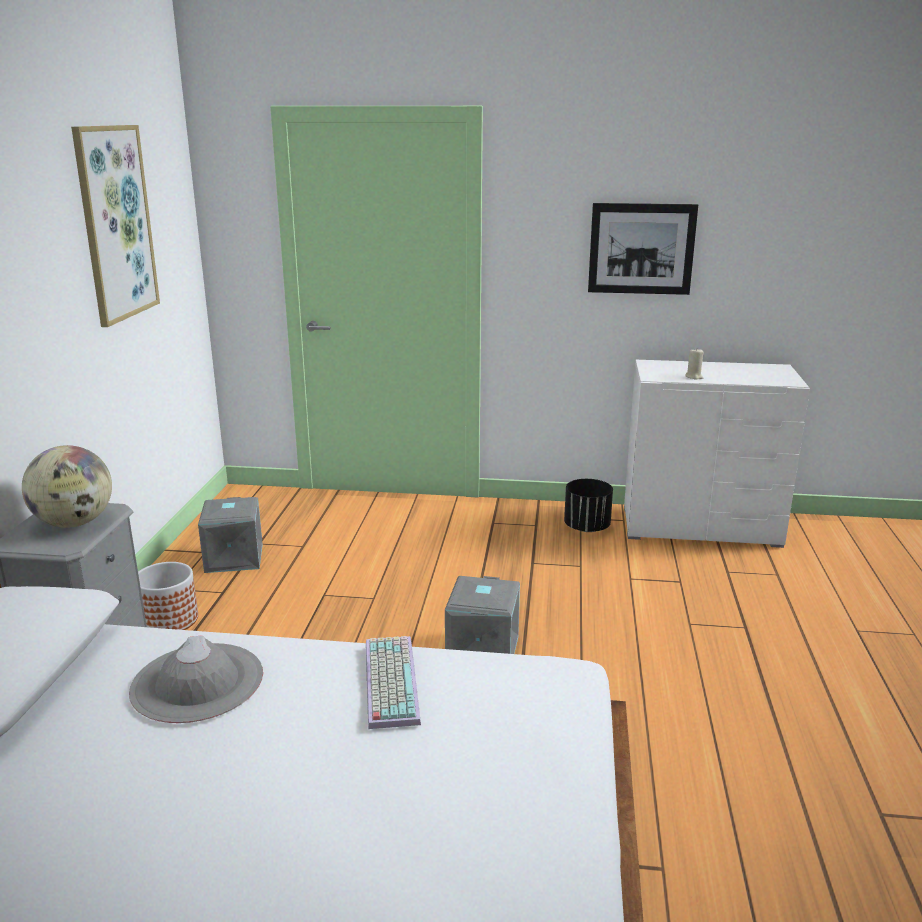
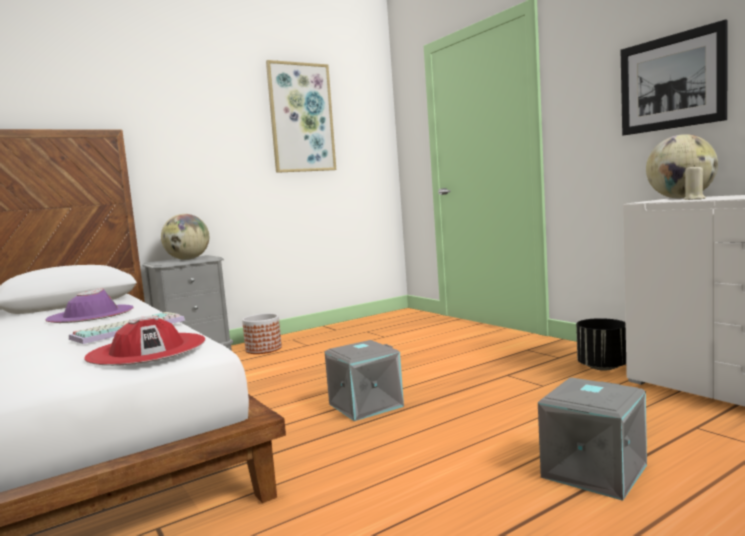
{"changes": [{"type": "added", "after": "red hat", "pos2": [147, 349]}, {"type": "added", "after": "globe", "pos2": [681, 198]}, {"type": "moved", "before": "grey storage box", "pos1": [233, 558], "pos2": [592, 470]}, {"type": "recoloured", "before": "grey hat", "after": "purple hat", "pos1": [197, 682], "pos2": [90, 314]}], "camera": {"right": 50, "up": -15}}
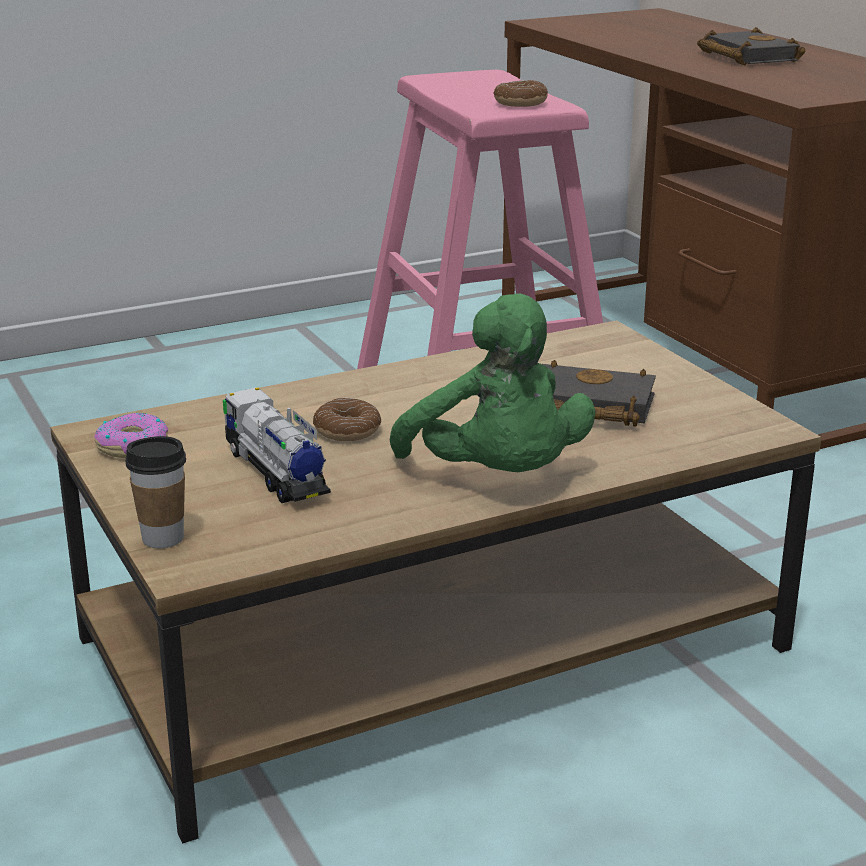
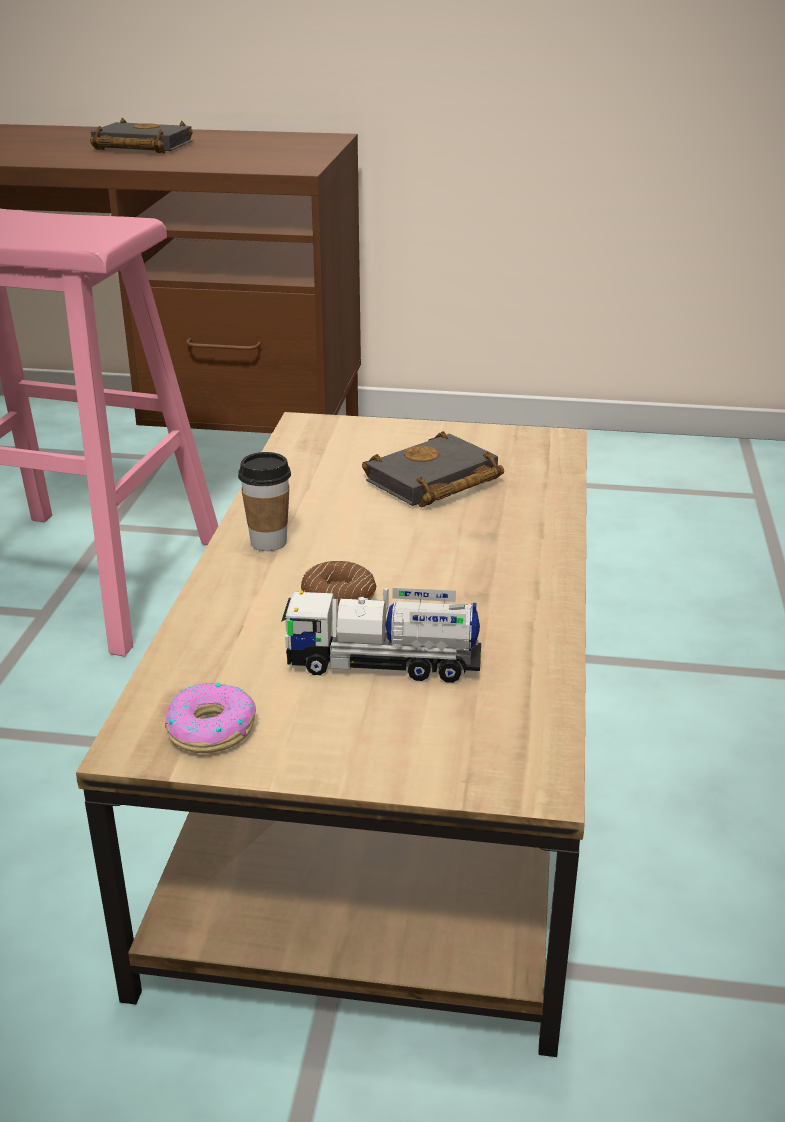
{"changes": [{"type": "removed", "before": "green plush toy", "pos1": [497, 477]}, {"type": "removed", "before": "donut", "pos1": [520, 103]}, {"type": "moved", "before": "cup", "pos1": [163, 538], "pos2": [268, 542]}], "camera": {"right": -55, "up": 5}}
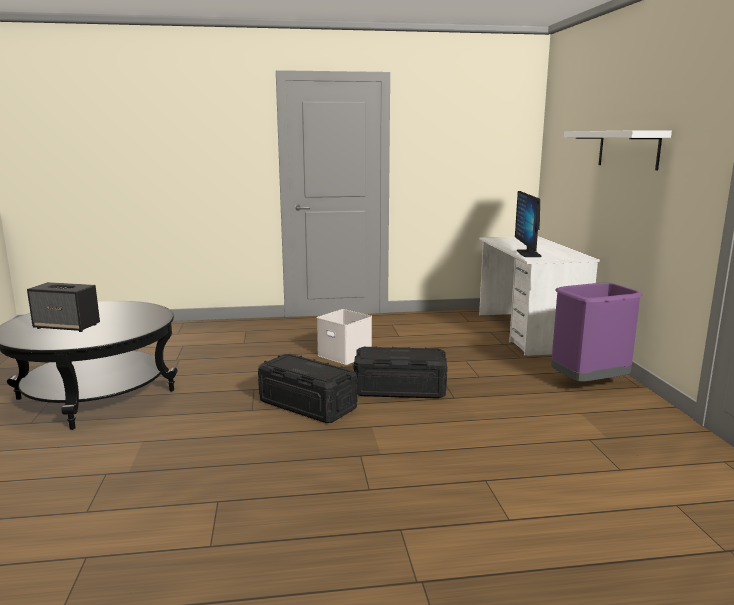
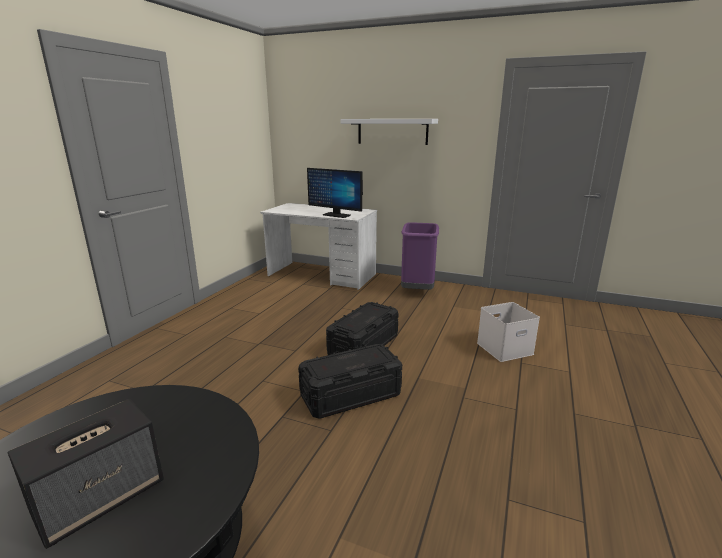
{"changes": [{"type": "moved", "before": "white storage box", "pos1": [346, 354], "pos2": [505, 348]}], "camera": {"right": -60, "up": 5}}
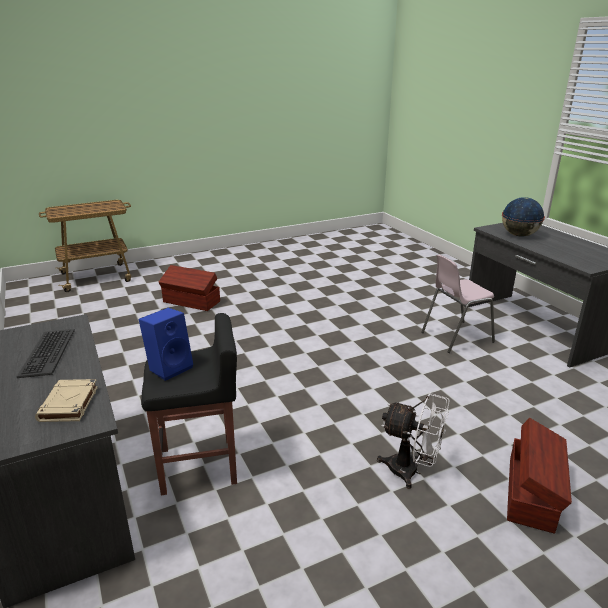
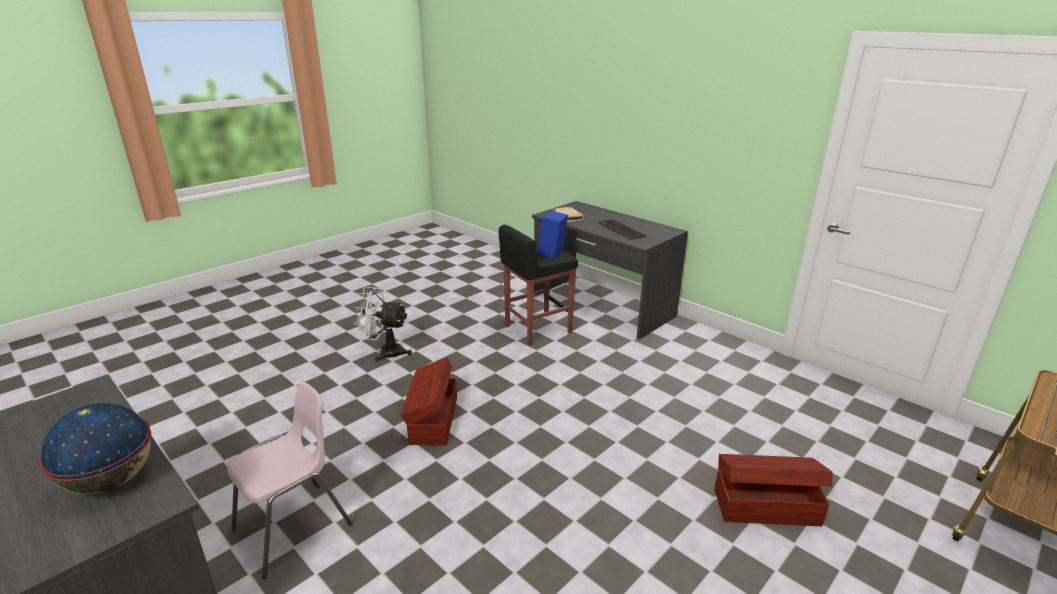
{"changes": [{"type": "moved", "before": "brown storage box", "pos1": [532, 493], "pos2": [432, 420]}], "camera": {"right": 160, "up": 0}}
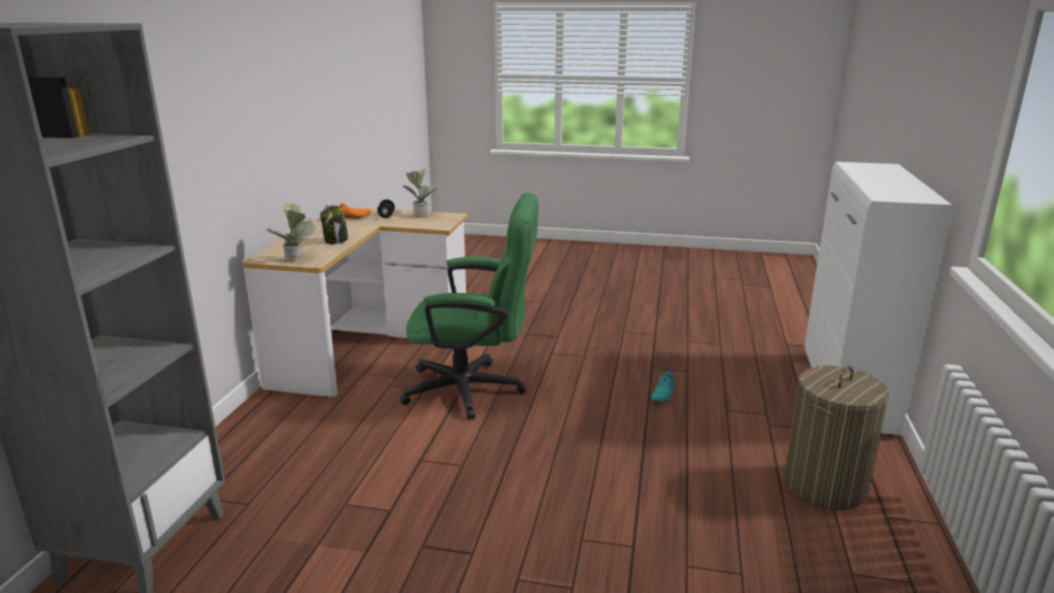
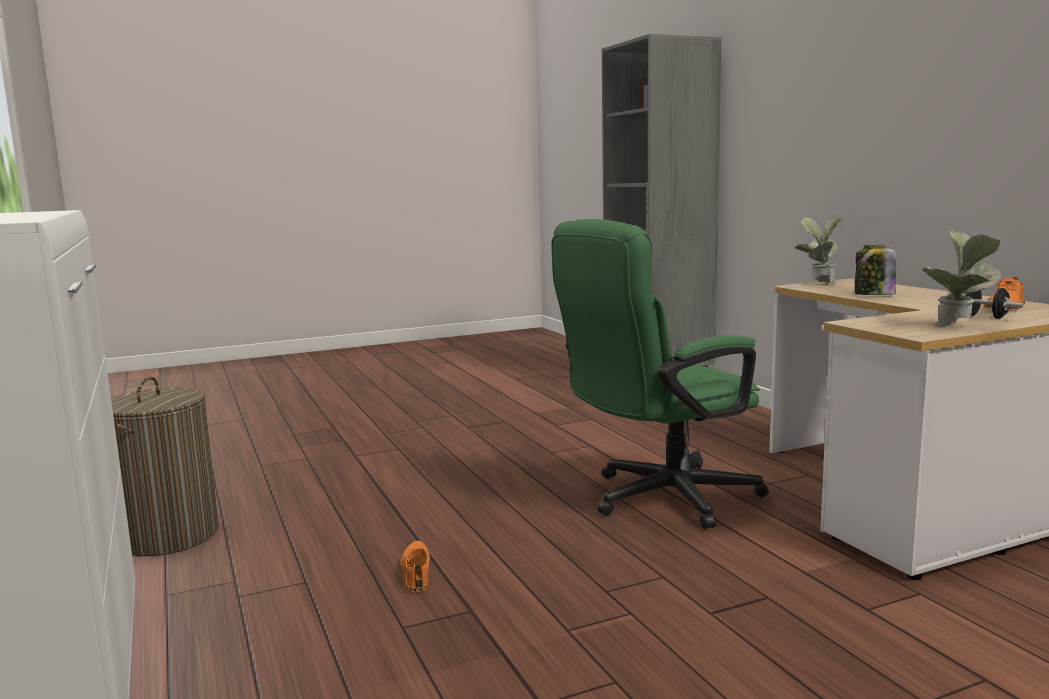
{"changes": [{"type": "recoloured", "before": "turquoise shoe", "after": "orange shoe", "pos1": [662, 394], "pos2": [417, 572]}], "camera": {"right": 145, "up": -10}}
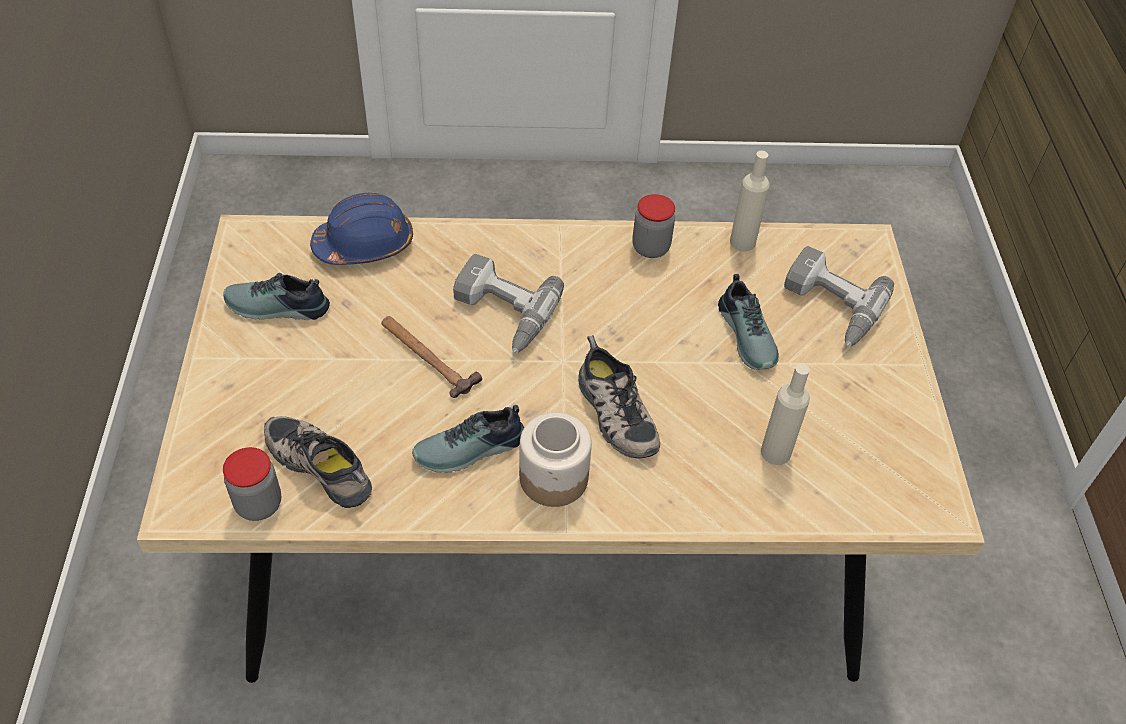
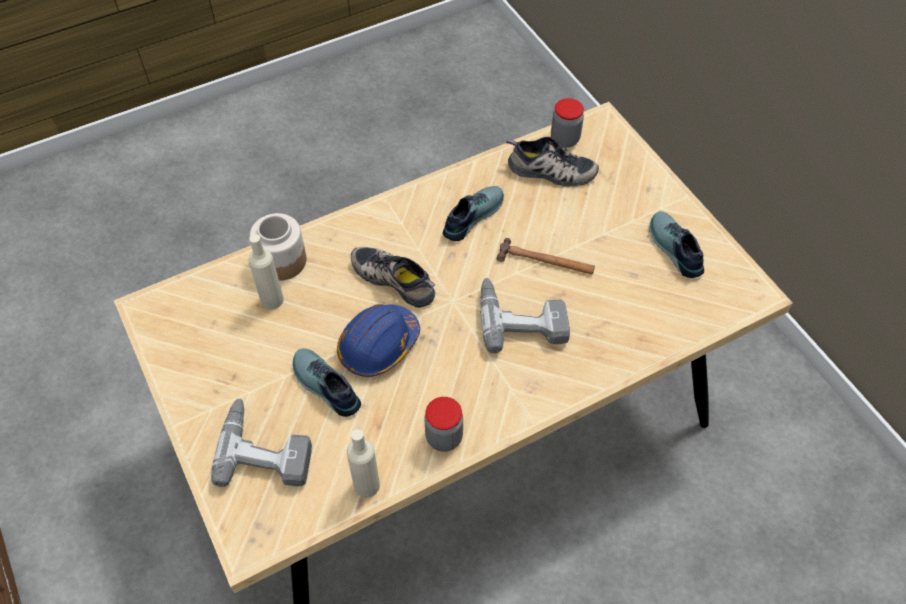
{"changes": [{"type": "moved", "before": "blue hard hat", "pos1": [365, 244], "pos2": [378, 346]}, {"type": "moved", "before": "jar", "pos1": [554, 477], "pos2": [281, 261]}, {"type": "turned", "before": "shoe", "pos1": [277, 308], "pos2": [673, 249], "turn": -90}], "camera": {"right": 155, "up": 5}}
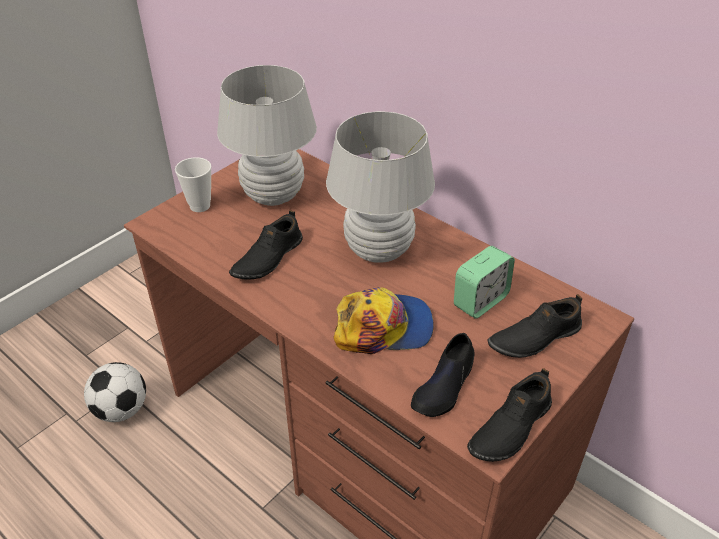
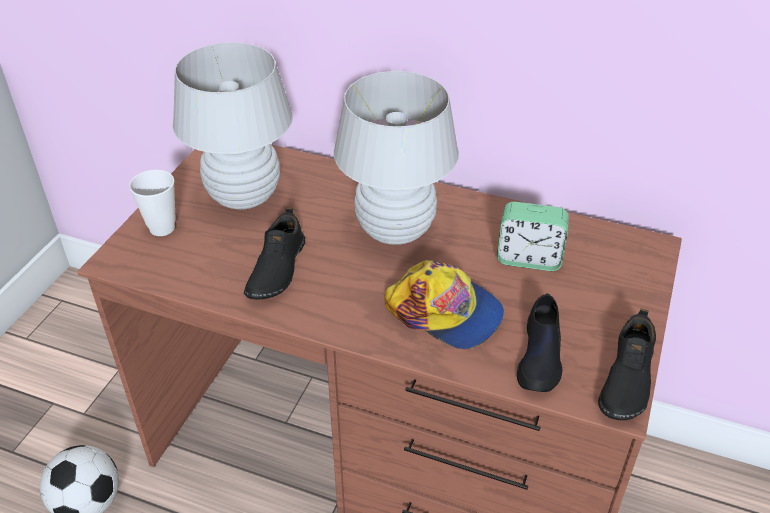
{"changes": [{"type": "removed", "before": "black shoe", "pos1": [534, 337]}, {"type": "turned", "before": "cap", "pos1": [383, 327], "pos2": [445, 312], "turn": 60}, {"type": "turned", "before": "alarm clock", "pos1": [480, 301], "pos2": [529, 258], "turn": 75}], "camera": {"right": -20, "up": 0}}
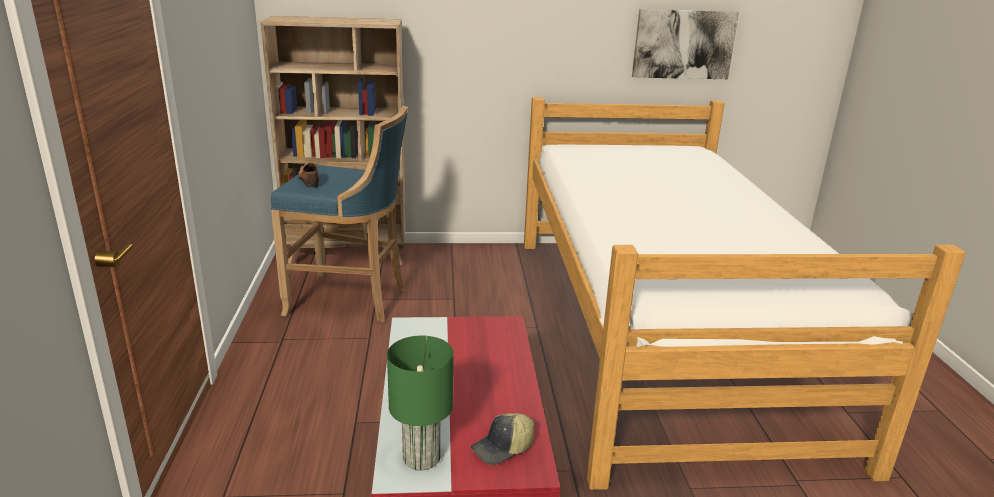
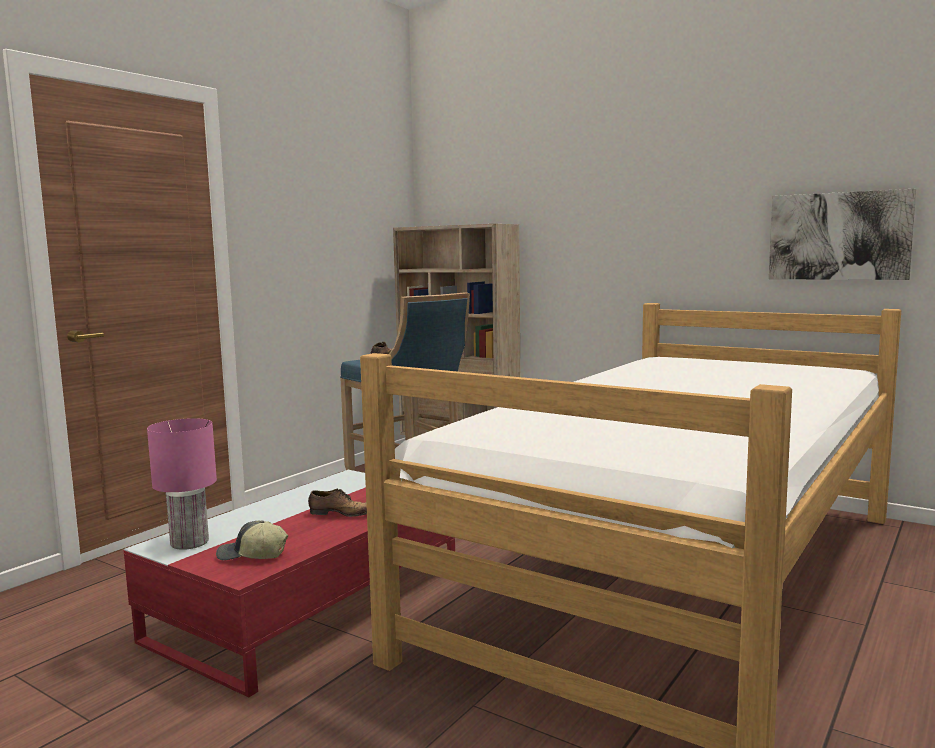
{"changes": [{"type": "added", "after": "shoe", "pos2": [342, 514]}, {"type": "recoloured", "before": "green table lamp", "after": "pink table lamp", "pos1": [420, 458], "pos2": [188, 542]}], "camera": {"right": 40, "up": -15}}
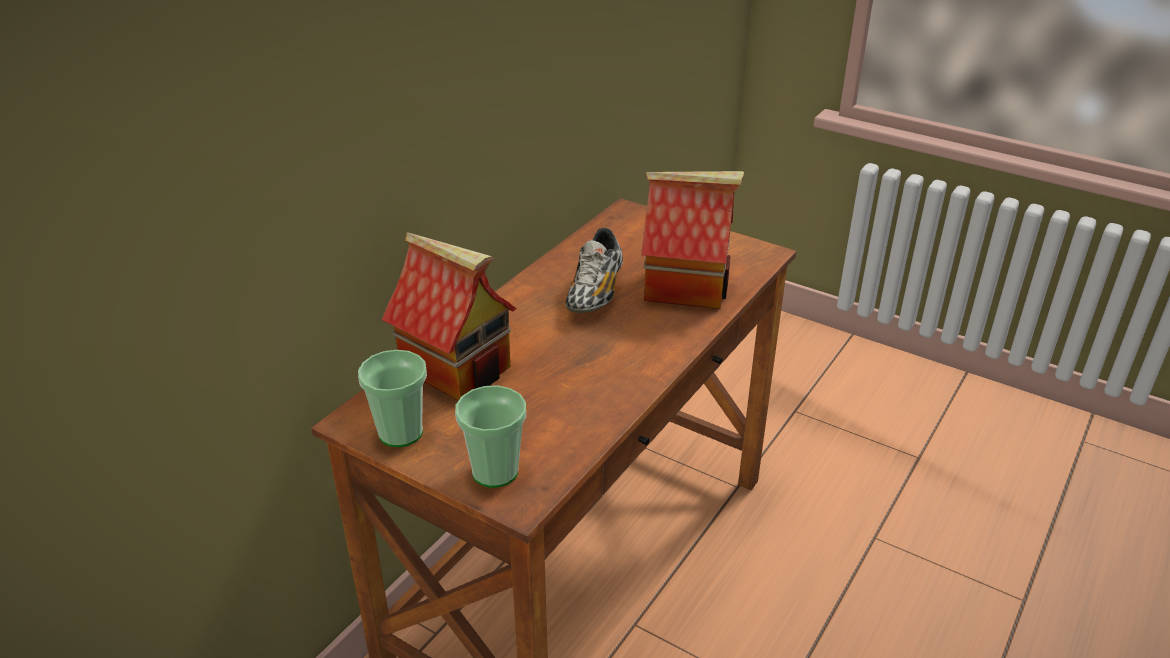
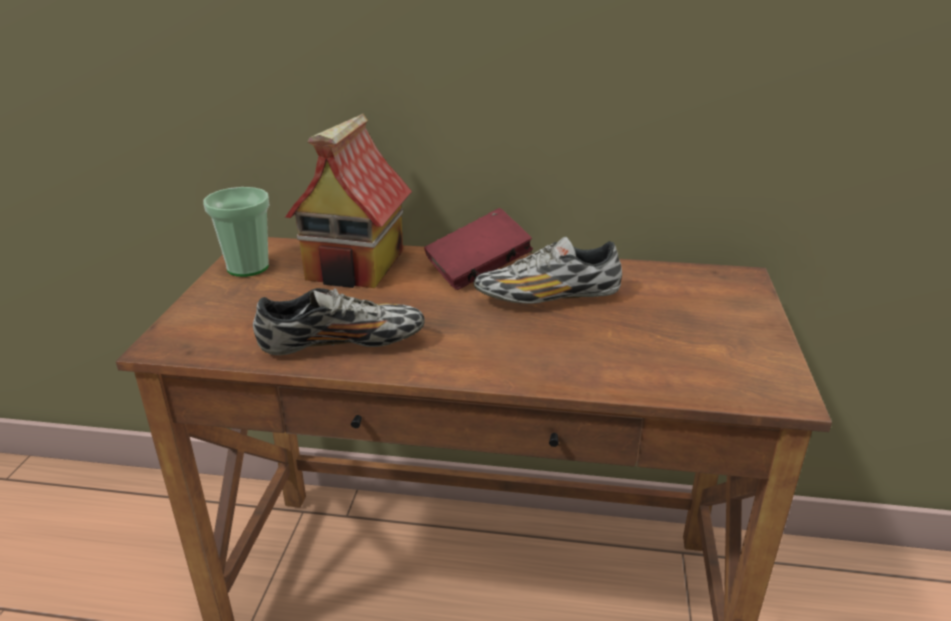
{"changes": [{"type": "removed", "before": "cup", "pos1": [495, 472]}, {"type": "removed", "before": "toy house", "pos1": [687, 287]}, {"type": "added", "after": "shoe", "pos2": [342, 345]}, {"type": "added", "after": "red book", "pos2": [478, 270]}], "camera": {"right": 65, "up": -5}}
